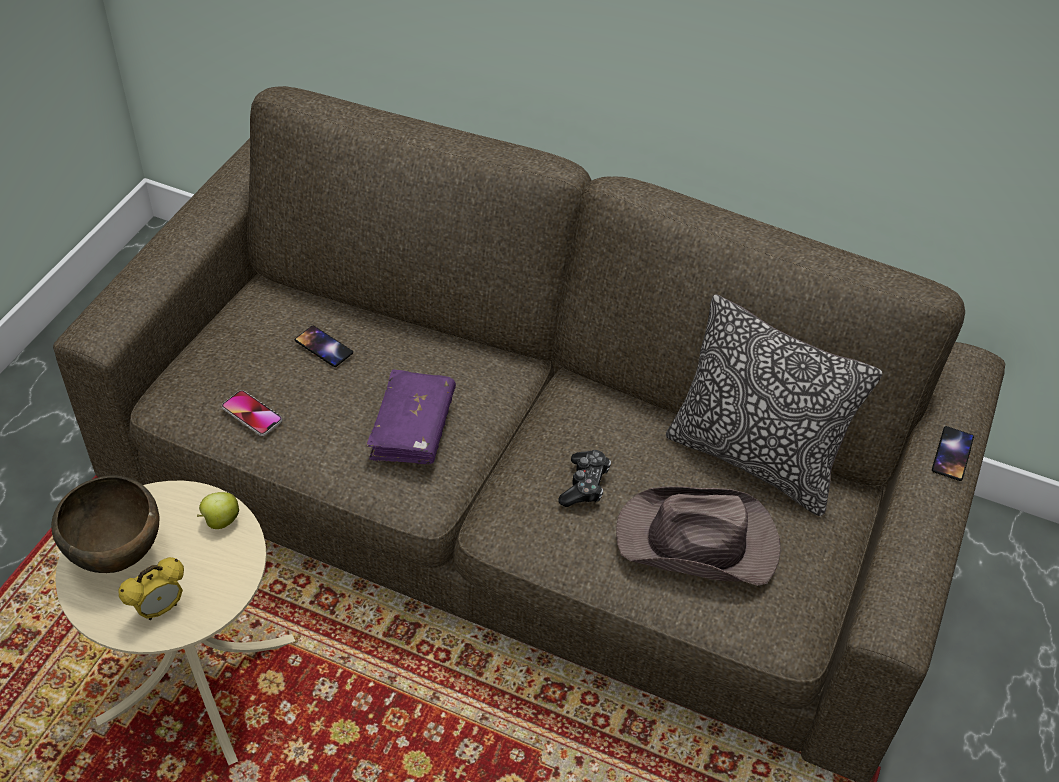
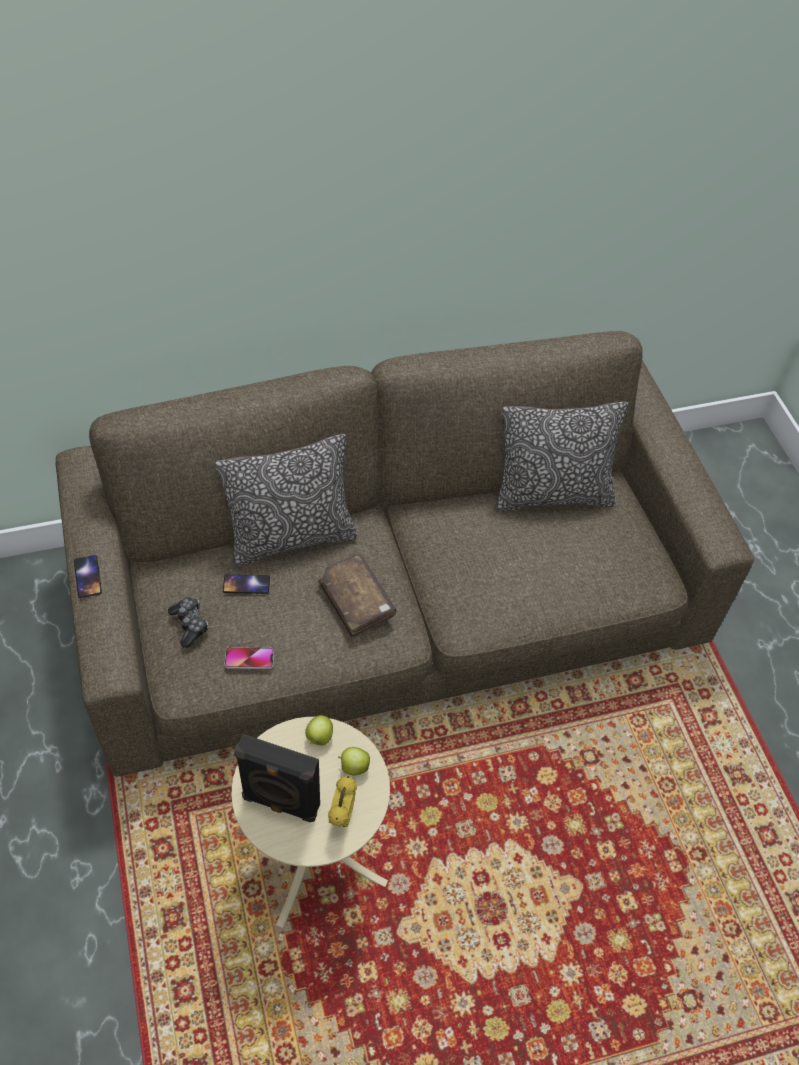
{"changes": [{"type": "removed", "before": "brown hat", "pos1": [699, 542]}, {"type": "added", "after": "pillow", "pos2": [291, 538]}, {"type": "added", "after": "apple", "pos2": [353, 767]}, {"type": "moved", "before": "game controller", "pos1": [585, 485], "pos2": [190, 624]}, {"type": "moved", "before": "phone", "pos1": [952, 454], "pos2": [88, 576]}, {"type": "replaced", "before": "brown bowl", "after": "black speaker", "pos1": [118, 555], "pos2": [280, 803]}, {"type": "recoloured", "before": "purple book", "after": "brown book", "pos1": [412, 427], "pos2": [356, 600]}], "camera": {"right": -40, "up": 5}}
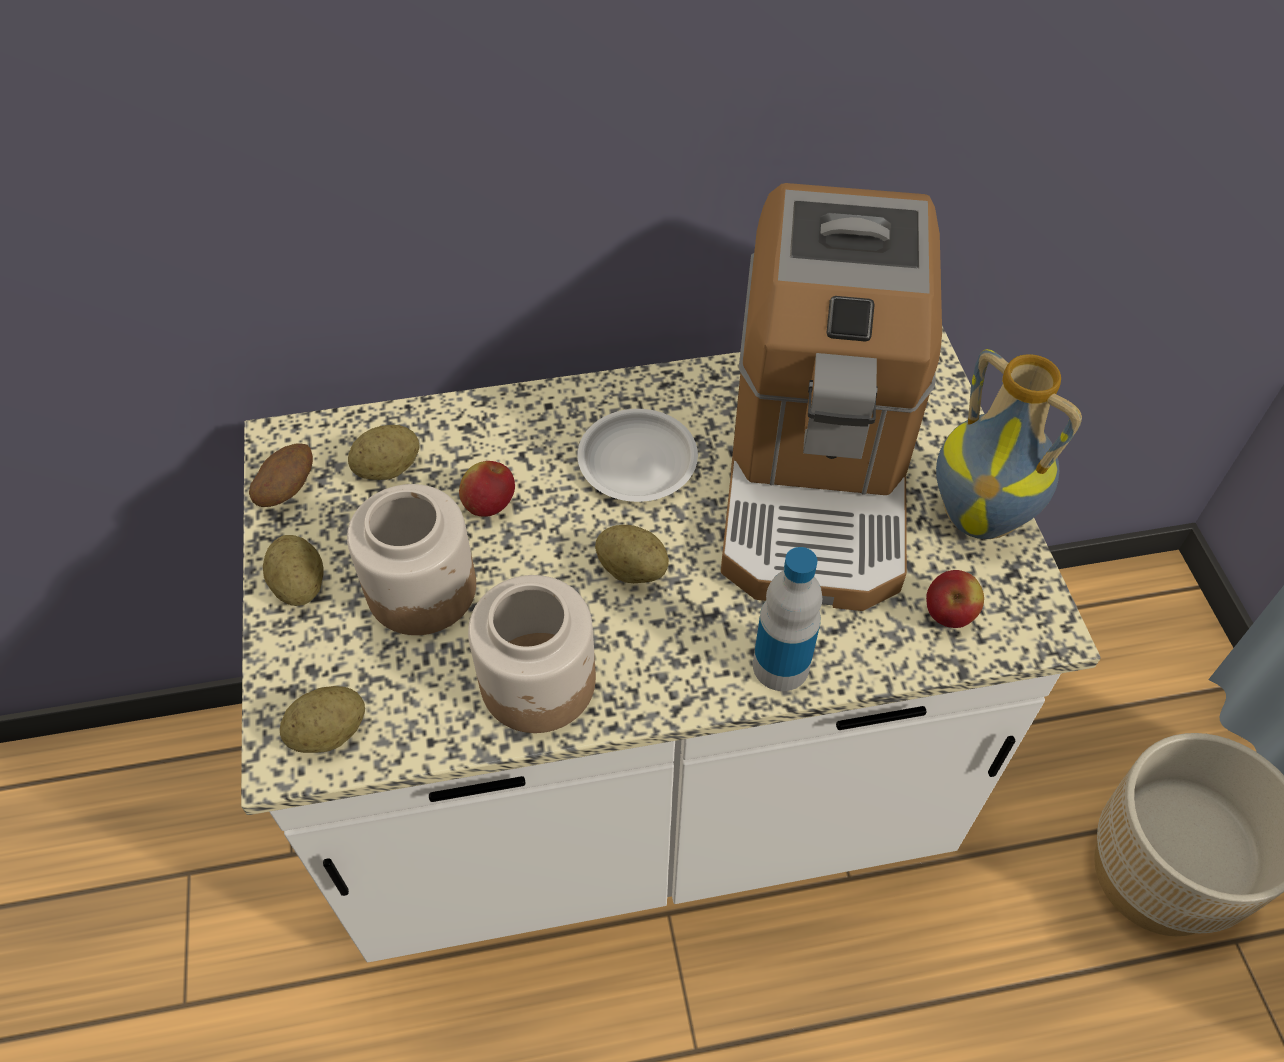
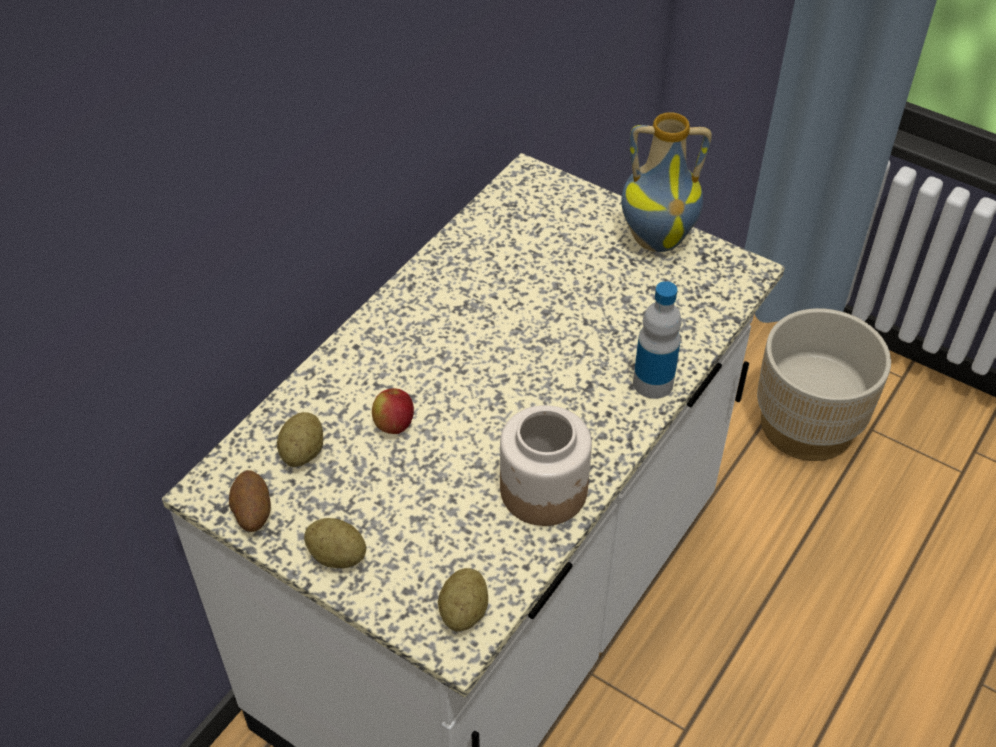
{"changes": [{"type": "removed", "before": "jar", "pos1": [422, 588]}, {"type": "removed", "before": "white plate", "pos1": [637, 462]}, {"type": "removed", "before": "potato", "pos1": [632, 569]}, {"type": "removed", "before": "coffee machine", "pos1": [816, 475]}, {"type": "removed", "before": "apple", "pos1": [948, 614]}], "camera": {"right": -45, "up": -5}}
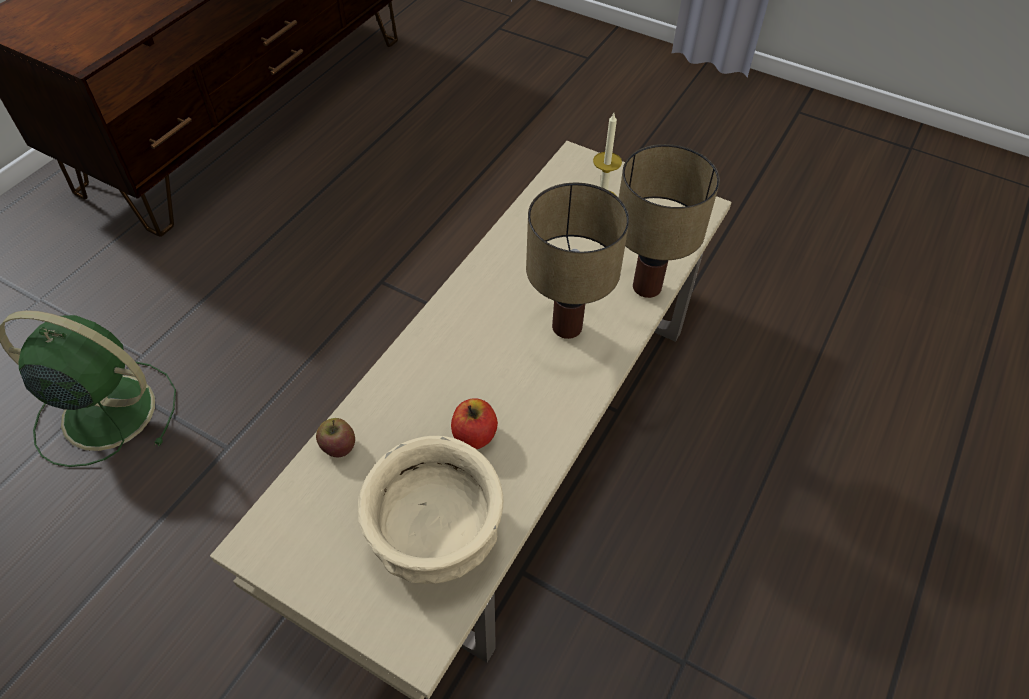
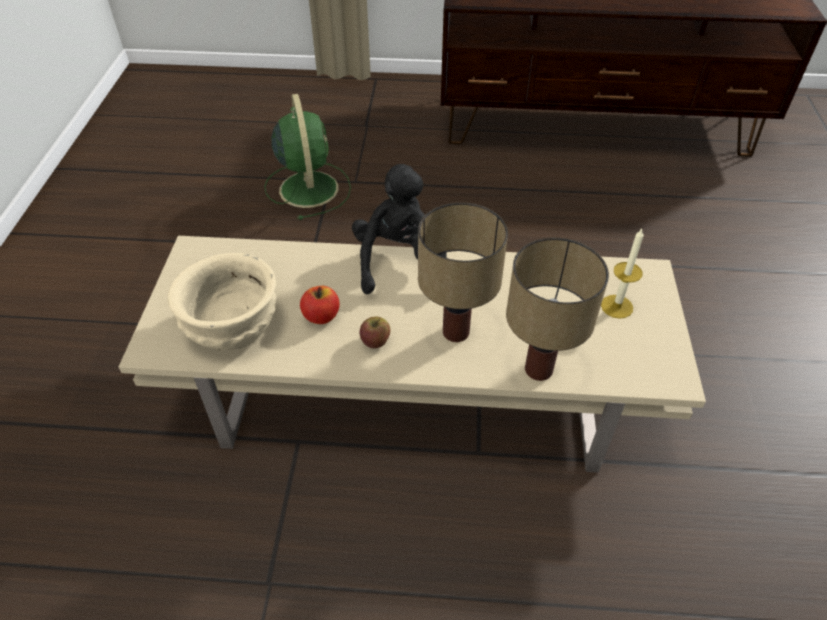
{"changes": [{"type": "added", "after": "black plush toy", "pos2": [399, 263]}, {"type": "moved", "before": "apple", "pos1": [338, 446], "pos2": [375, 341]}], "camera": {"right": 65, "up": -5}}
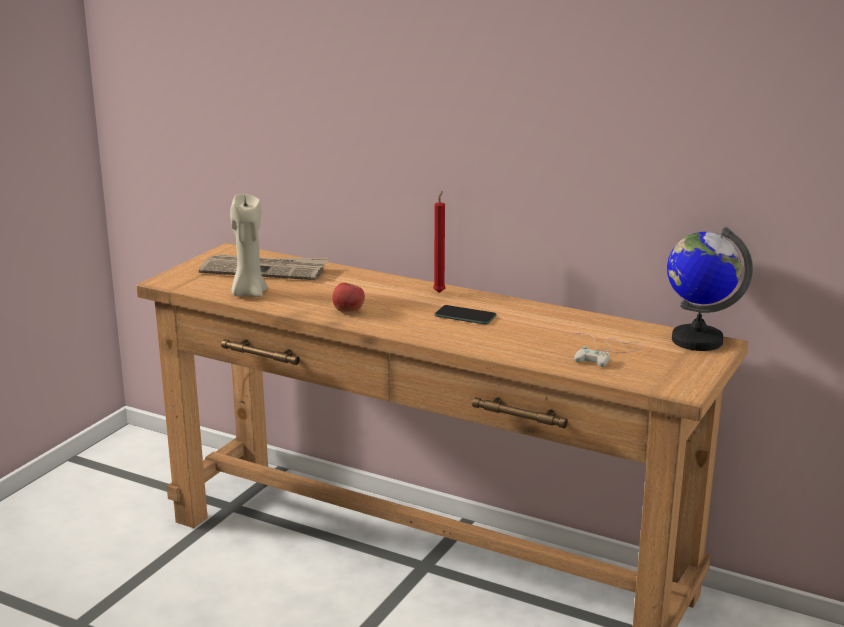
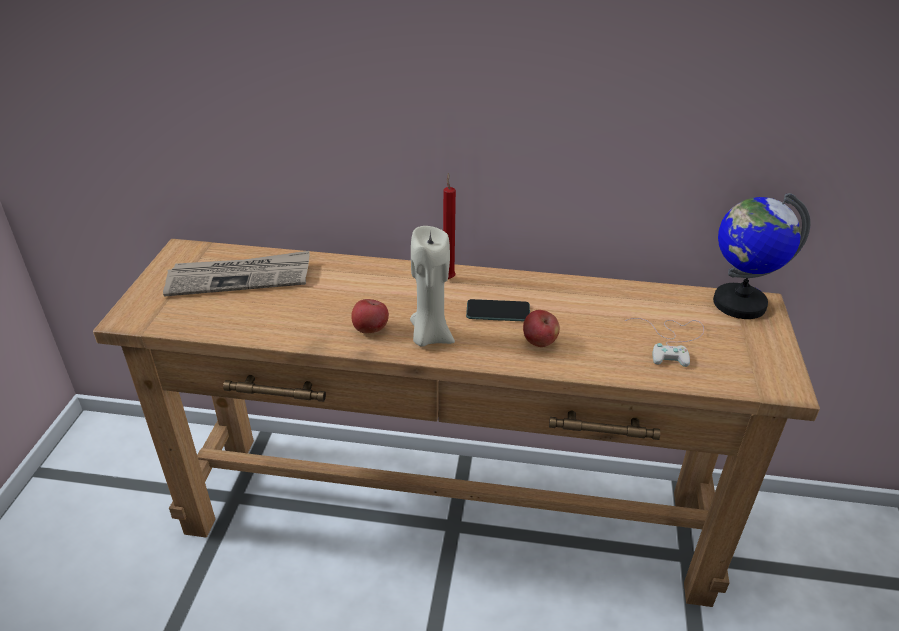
{"changes": [{"type": "added", "after": "apple", "pos2": [539, 342]}, {"type": "moved", "before": "beige candle", "pos1": [249, 293], "pos2": [429, 336]}], "camera": {"right": -20, "up": 15}}
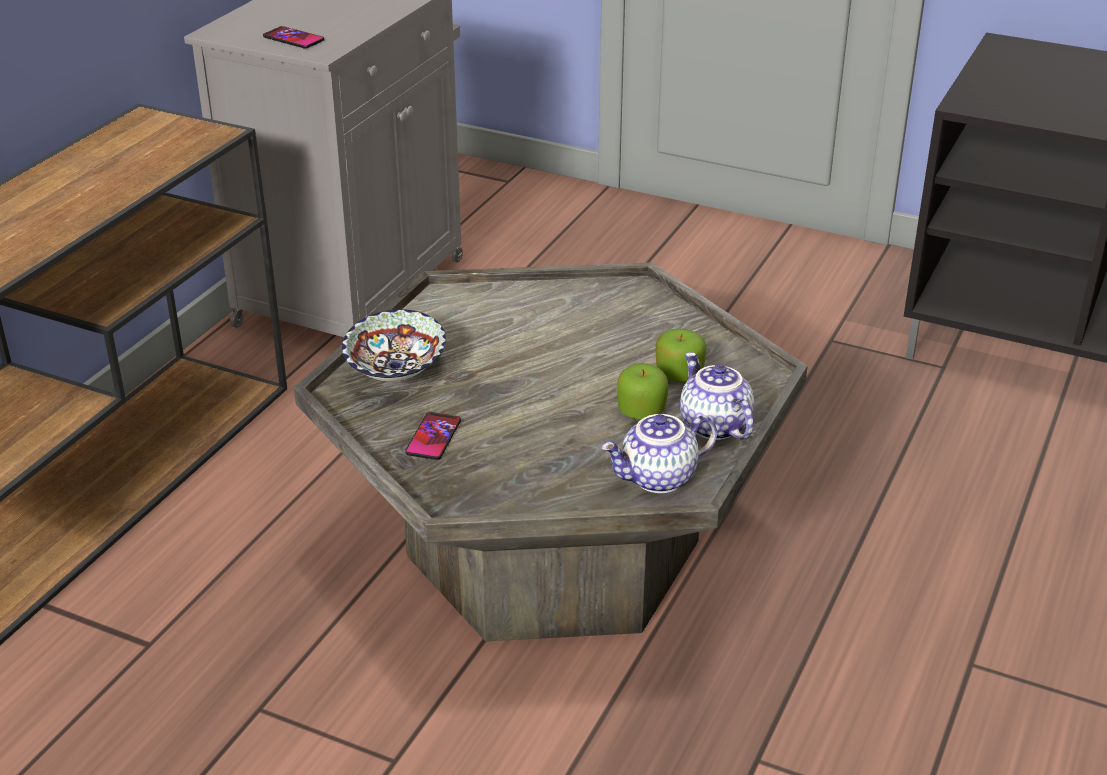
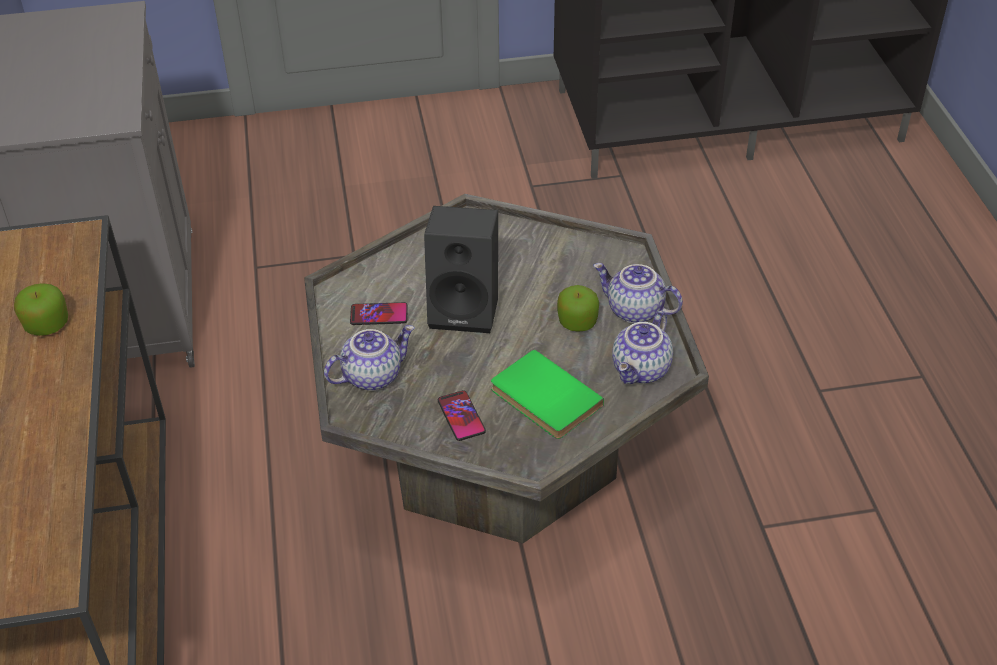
{"changes": [{"type": "added", "after": "black speaker", "pos2": [466, 309]}, {"type": "added", "after": "green book", "pos2": [543, 399]}, {"type": "moved", "before": "phone", "pos1": [293, 39], "pos2": [379, 315]}, {"type": "moved", "before": "apple", "pos1": [679, 374], "pos2": [46, 325]}, {"type": "replaced", "before": "bowl", "after": "teapot", "pos1": [394, 371], "pos2": [372, 375]}], "camera": {"right": -35, "up": 10}}
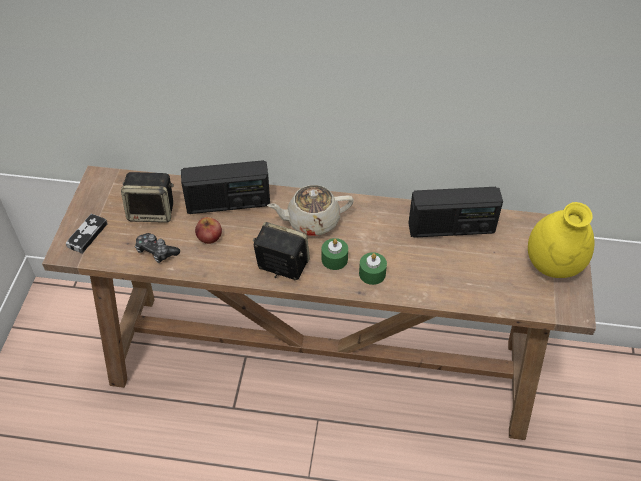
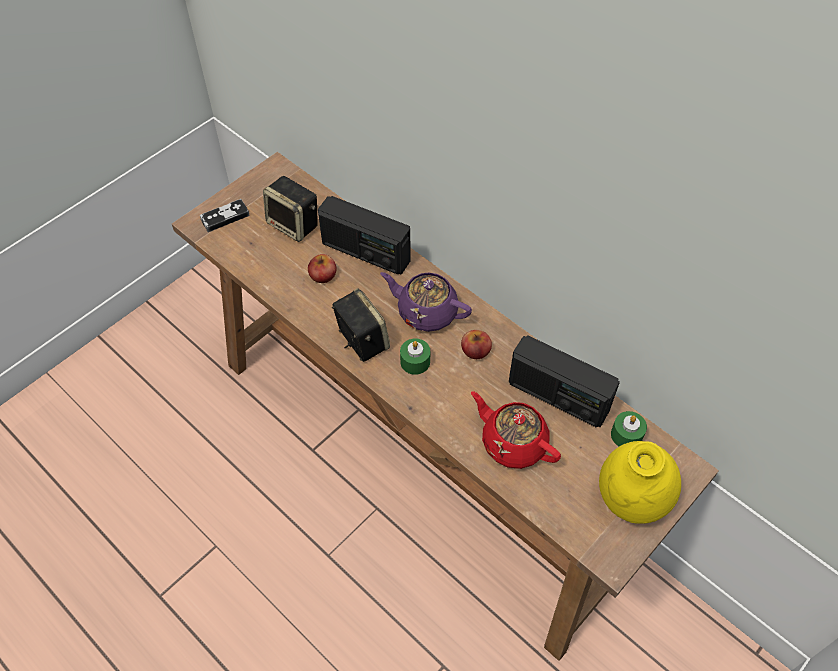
{"changes": [{"type": "removed", "before": "game controller", "pos1": [156, 251]}, {"type": "added", "after": "apple", "pos2": [475, 350]}, {"type": "added", "after": "red teapot", "pos2": [512, 442]}, {"type": "moved", "before": "green candle", "pos1": [372, 273], "pos2": [626, 435]}, {"type": "recoloured", "before": "beige teapot", "after": "purple teapot", "pos1": [312, 221], "pos2": [426, 312]}], "camera": {"right": 35, "up": 5}}
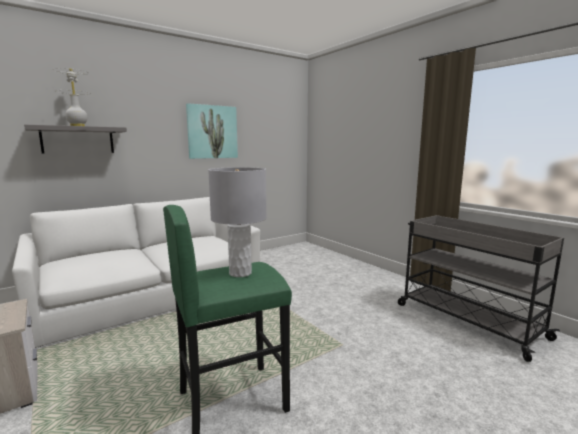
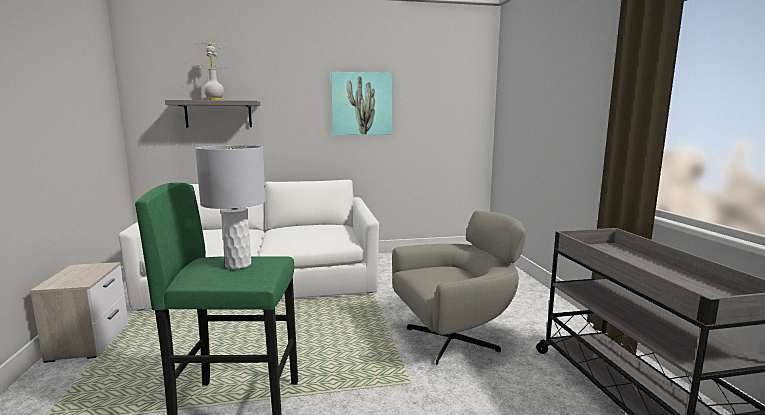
{"changes": [{"type": "added", "after": "grey armchair", "pos2": [455, 339]}], "camera": {"right": 25, "up": 0}}
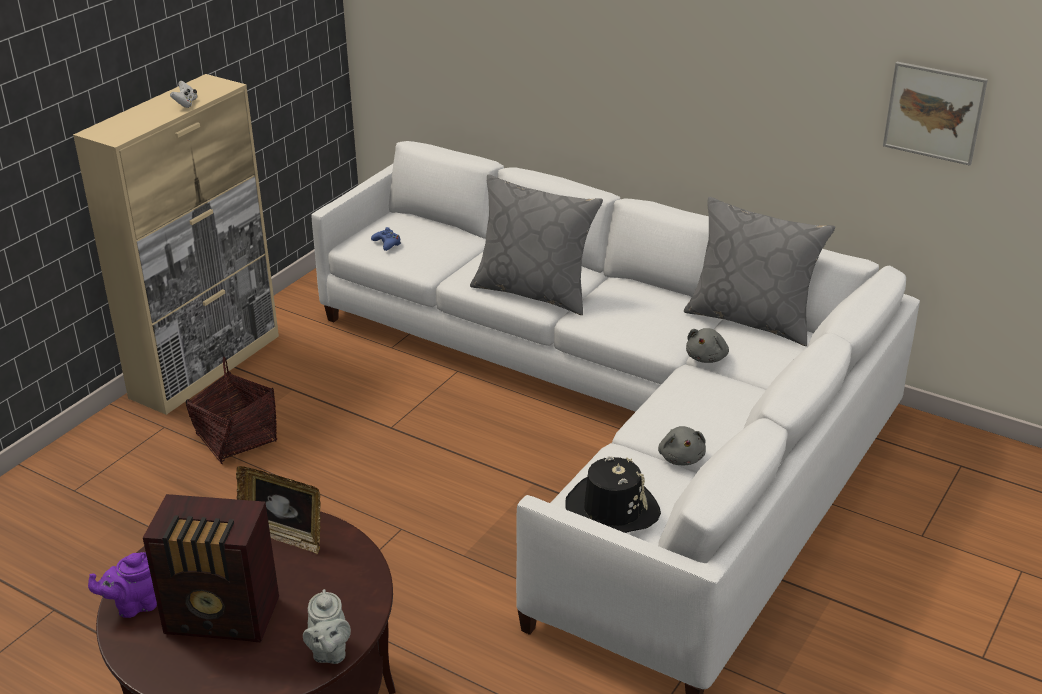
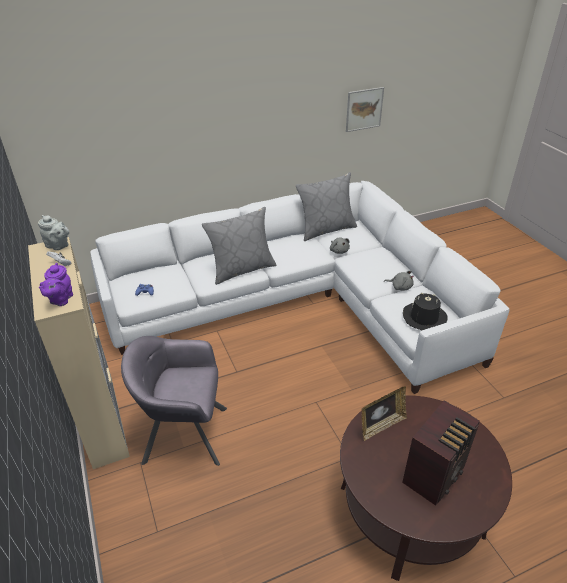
{"changes": [{"type": "moved", "before": "purple teapot", "pos1": [134, 605], "pos2": [60, 300]}, {"type": "moved", "before": "grey teapot", "pos1": [329, 652], "pos2": [58, 246]}, {"type": "replaced", "before": "basket", "after": "grey armchair", "pos1": [236, 438], "pos2": [185, 434]}], "camera": {"right": -55, "up": 5}}
